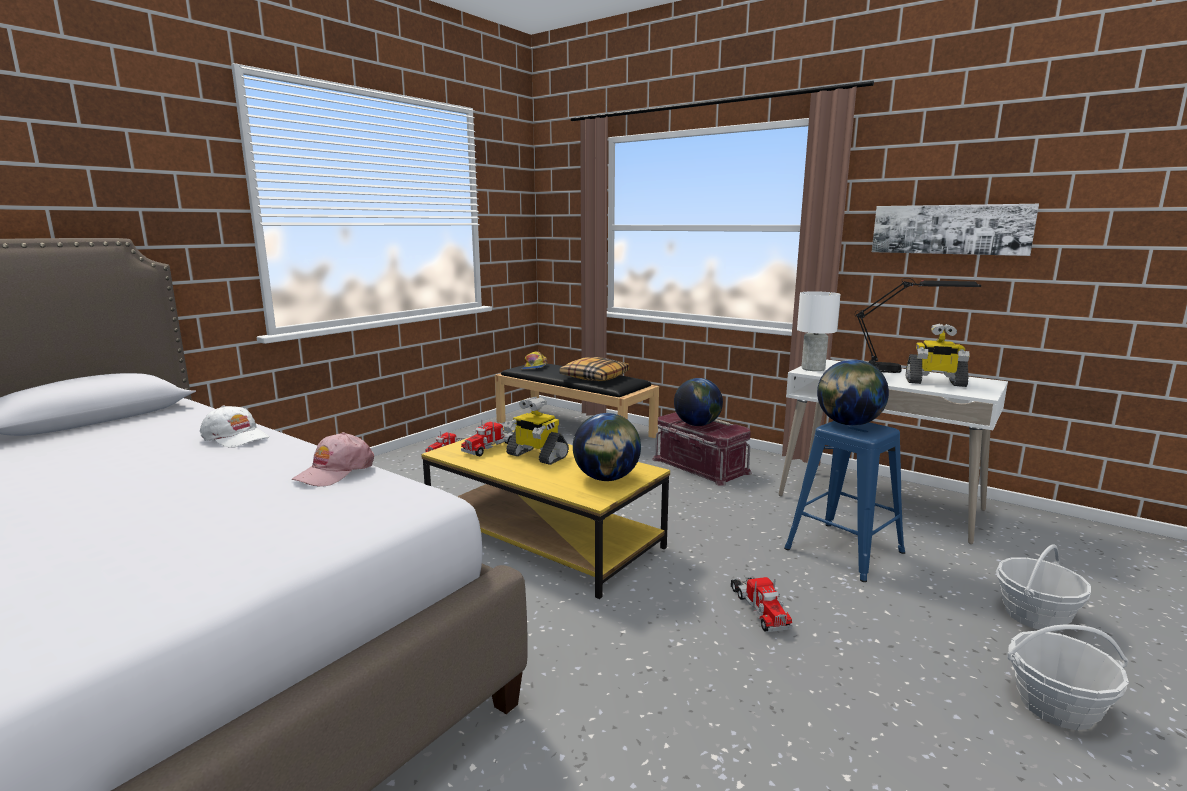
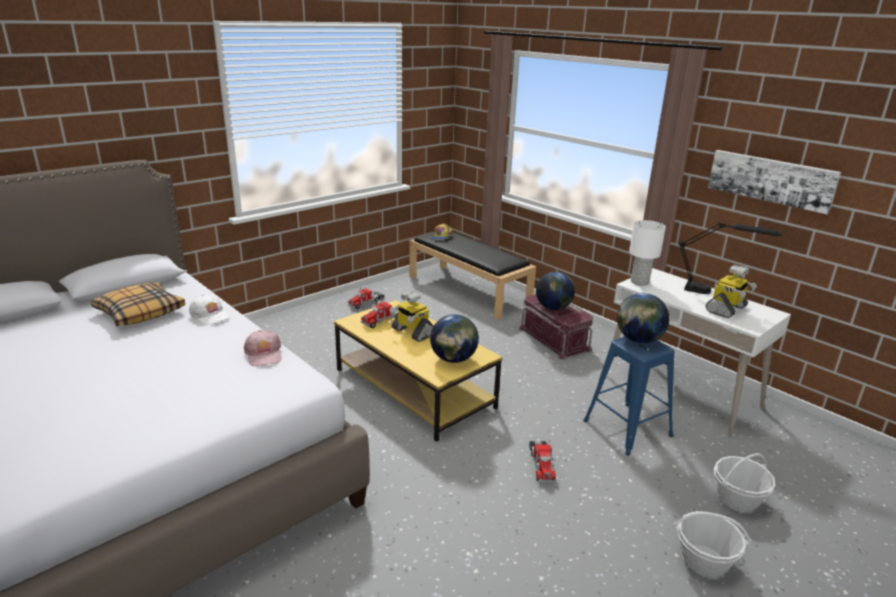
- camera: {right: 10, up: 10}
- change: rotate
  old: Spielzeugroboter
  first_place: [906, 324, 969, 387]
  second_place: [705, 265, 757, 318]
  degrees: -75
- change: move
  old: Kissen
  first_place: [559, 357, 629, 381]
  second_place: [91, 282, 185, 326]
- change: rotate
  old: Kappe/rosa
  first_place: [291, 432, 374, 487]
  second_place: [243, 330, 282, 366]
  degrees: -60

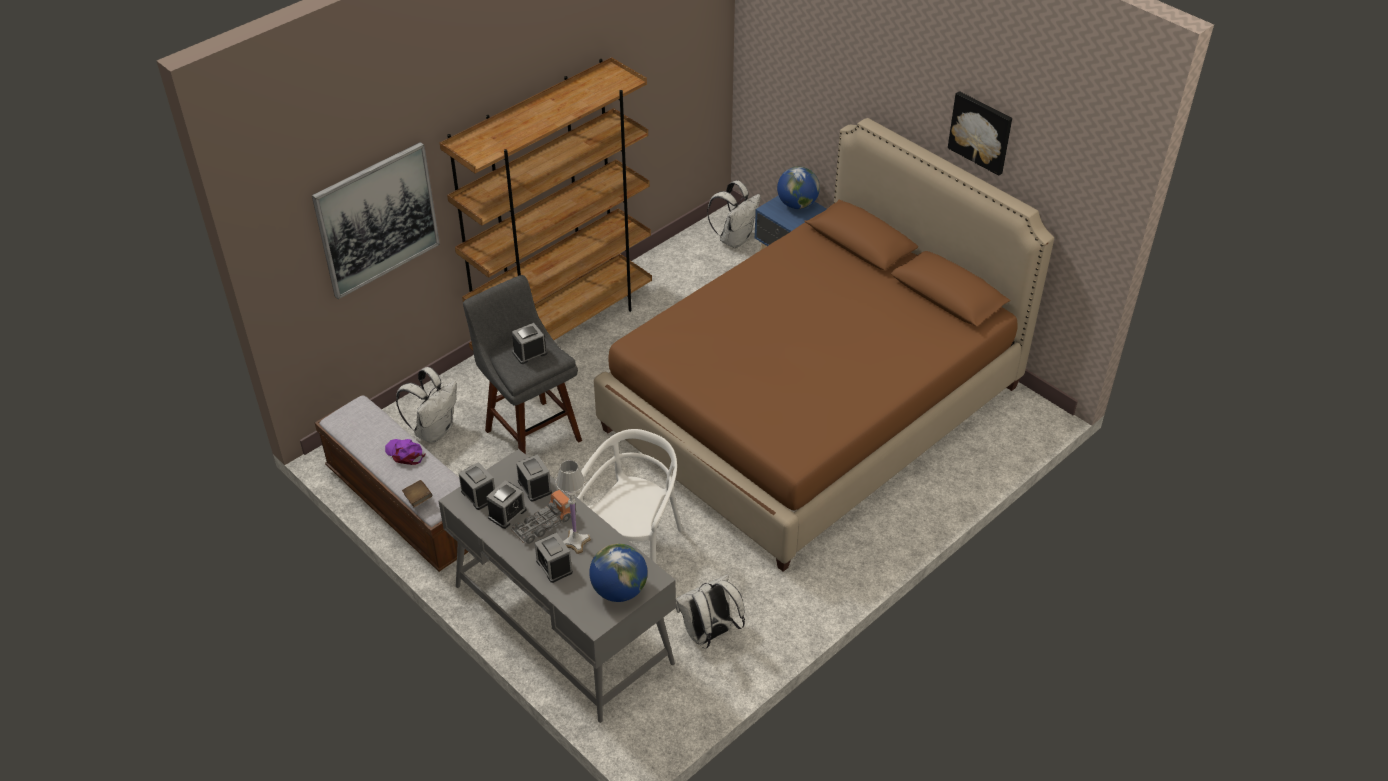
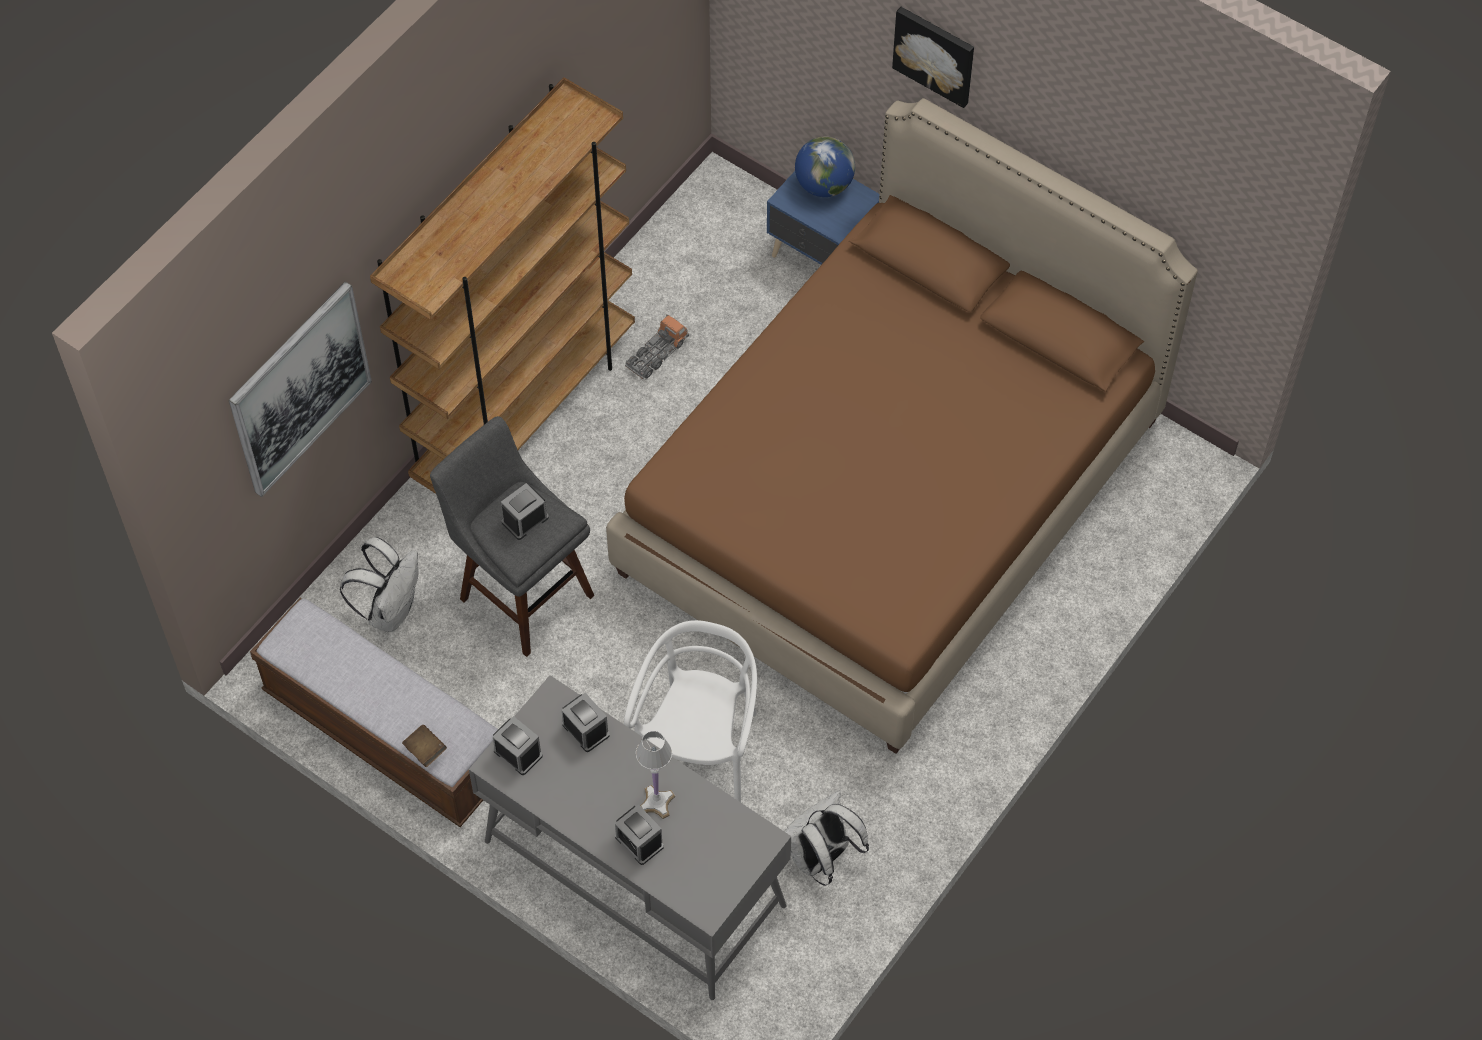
- camera: {right: -10, up: 15}
- change: move
  old: Bild
  first_place: [948, 91, 1012, 176]
  second_place: [892, 7, 974, 108]
- change: delete
  old: Rucksack/weiß
  first_place: [707, 180, 761, 248]
- change: delete
  old: Kappe/lila
  first_place: [385, 439, 426, 465]
- change: delete
  old: Wecker
  first_place: [486, 480, 527, 529]
- change: move
  old: Spielzeuglaster
  first_place: [511, 489, 577, 544]
  second_place: [625, 314, 689, 379]
- change: delete
  old: Globus
  first_place: [589, 543, 648, 602]

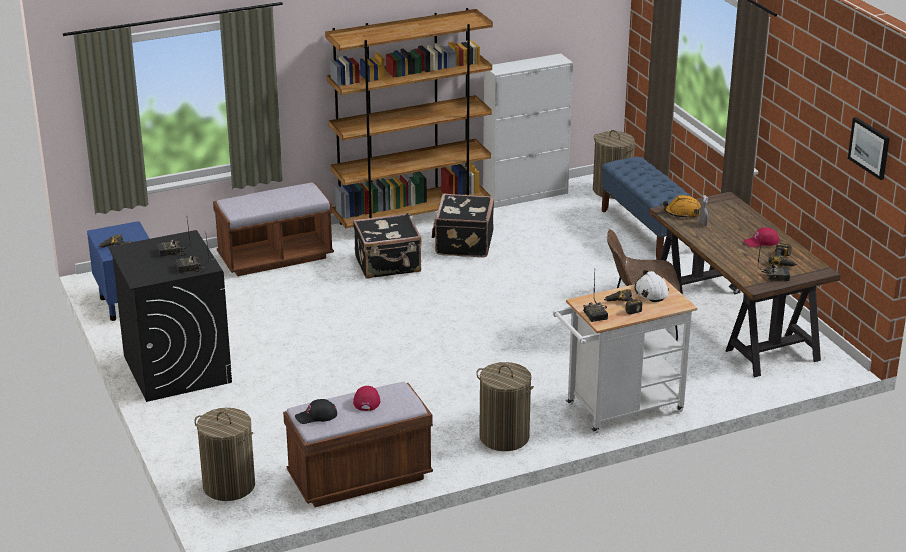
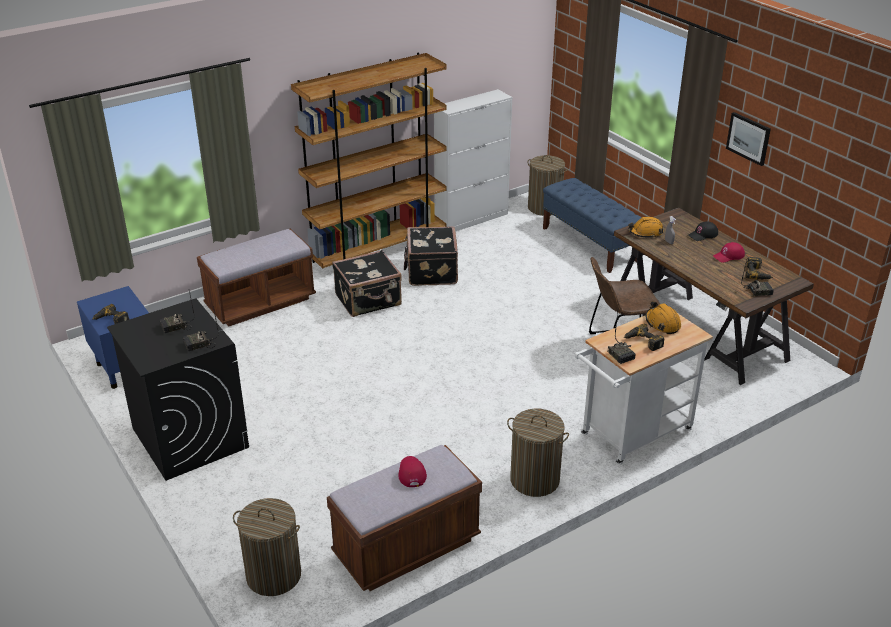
- camera: {right: -10, up: 5}
- change: move
  old: Bild
  first_place: [848, 117, 890, 180]
  second_place: [726, 112, 771, 166]
- change: recolor
  old: Schutzhelm/weiß
  new: Schutzhelm/orange
  first_place: [635, 270, 669, 302]
  second_place: [646, 301, 681, 334]
- change: move
  old: Kappe/schwarz
  first_place: [295, 399, 337, 424]
  second_place: [688, 221, 718, 241]

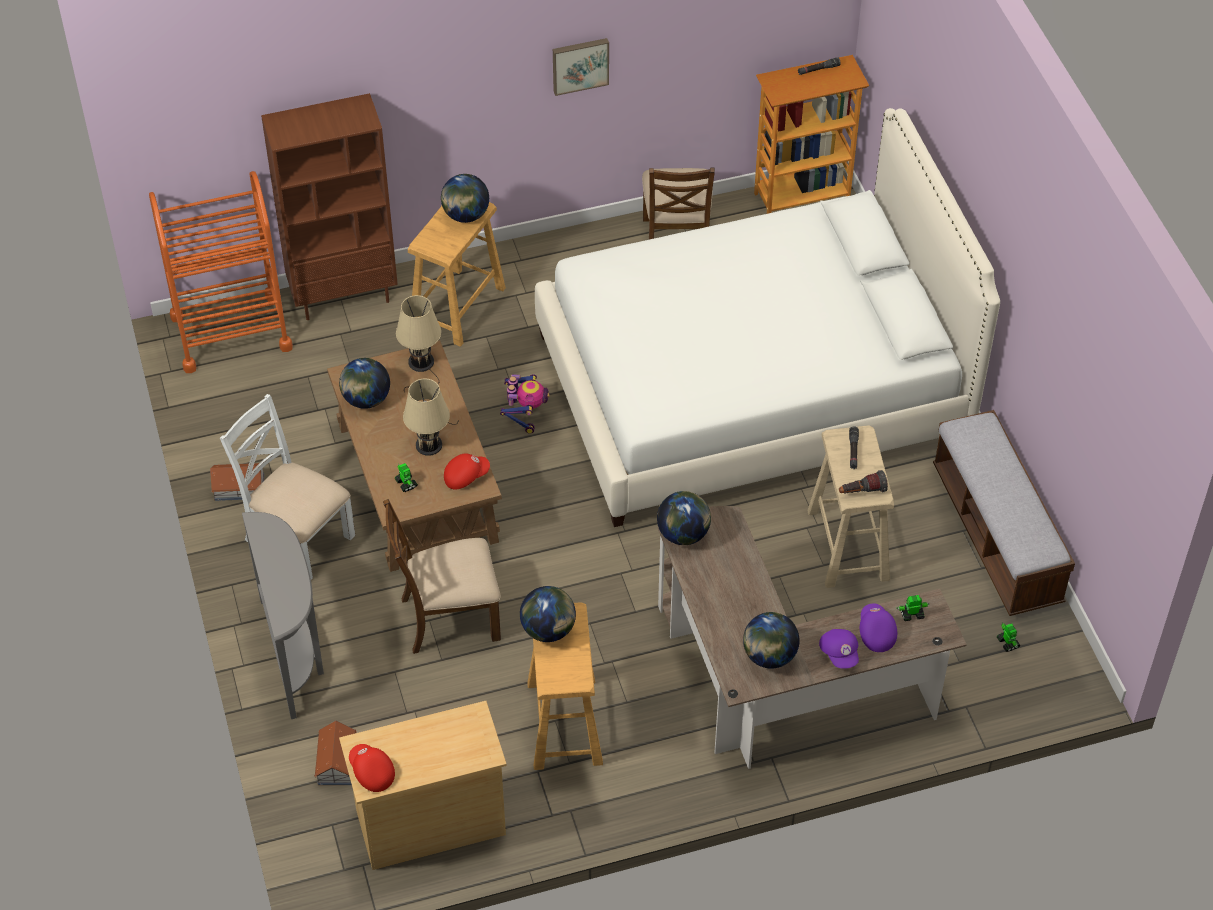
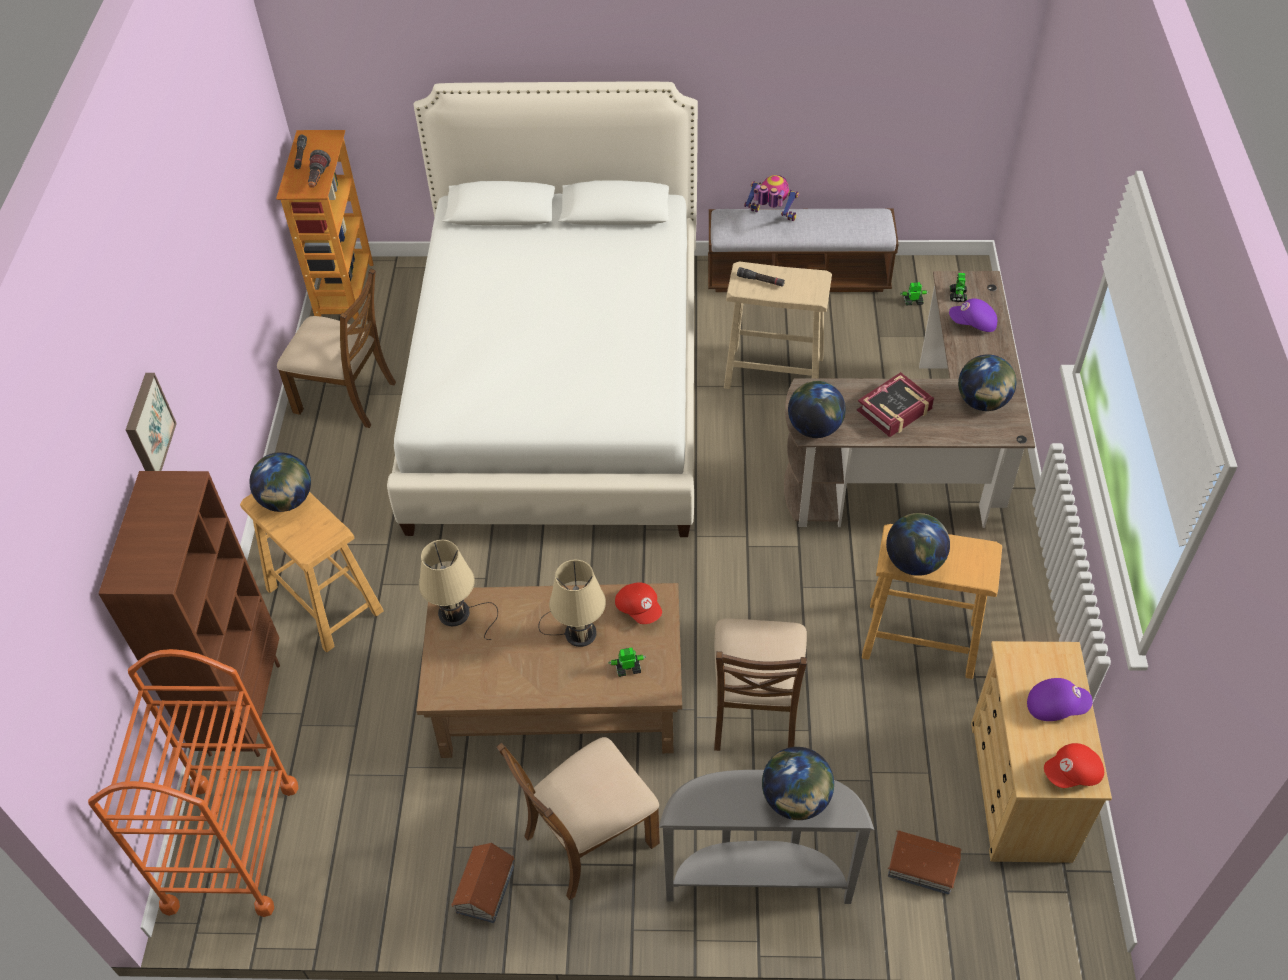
- camera: {right: -70, up: 0}
- change: move
  old: Bild
  first_place: [553, 38, 609, 96]
  second_place: [126, 373, 177, 471]
- change: move
  old: Globus
  first_place: [339, 358, 390, 409]
  second_place: [762, 747, 834, 820]
- change: move
  old: Spielzeugroboter
  first_place: [500, 374, 550, 434]
  second_place: [744, 175, 799, 221]
- change: recolor
  old: Stuhl/weiß
  new: Stuhl/braun
  first_place: [220, 394, 355, 579]
  second_place: [496, 737, 660, 900]
- change: rotate
  old: Kappe/rot
  first_place: [444, 454, 490, 489]
  second_place: [615, 582, 662, 624]
  degrees: 150
- change: move
  old: Taschenlampe
  first_place: [839, 470, 888, 494]
  second_place: [308, 150, 331, 188]
- change: move
  old: Kappe/lila
  first_place: [819, 629, 859, 669]
  second_place: [1027, 678, 1093, 721]
- change: insert
  new: Buch
  second_place: [857, 372, 934, 437]

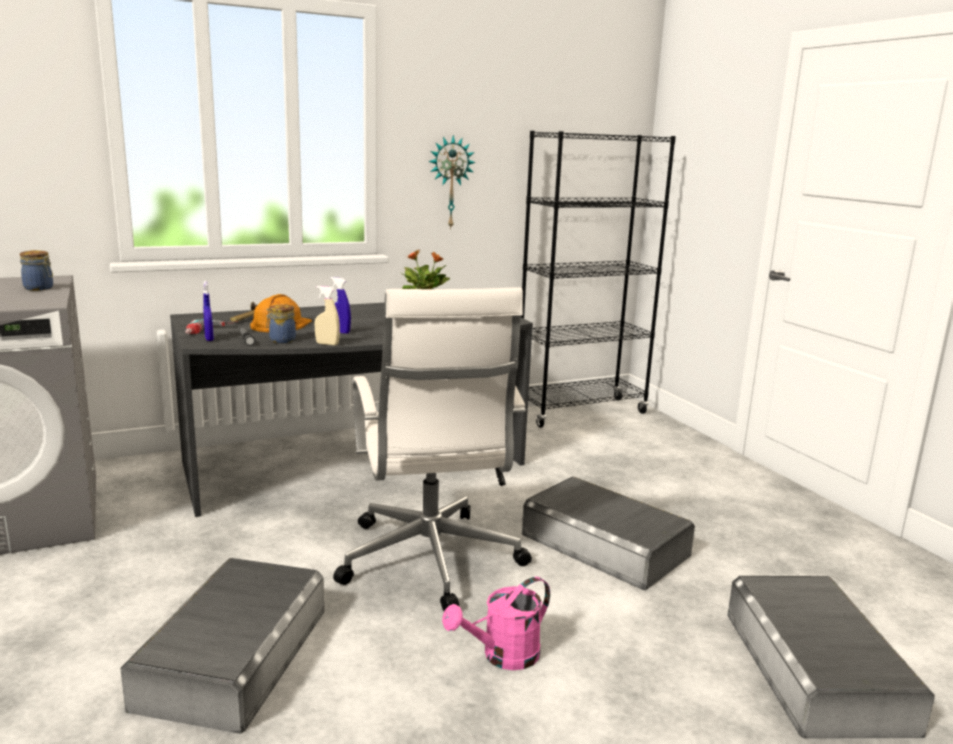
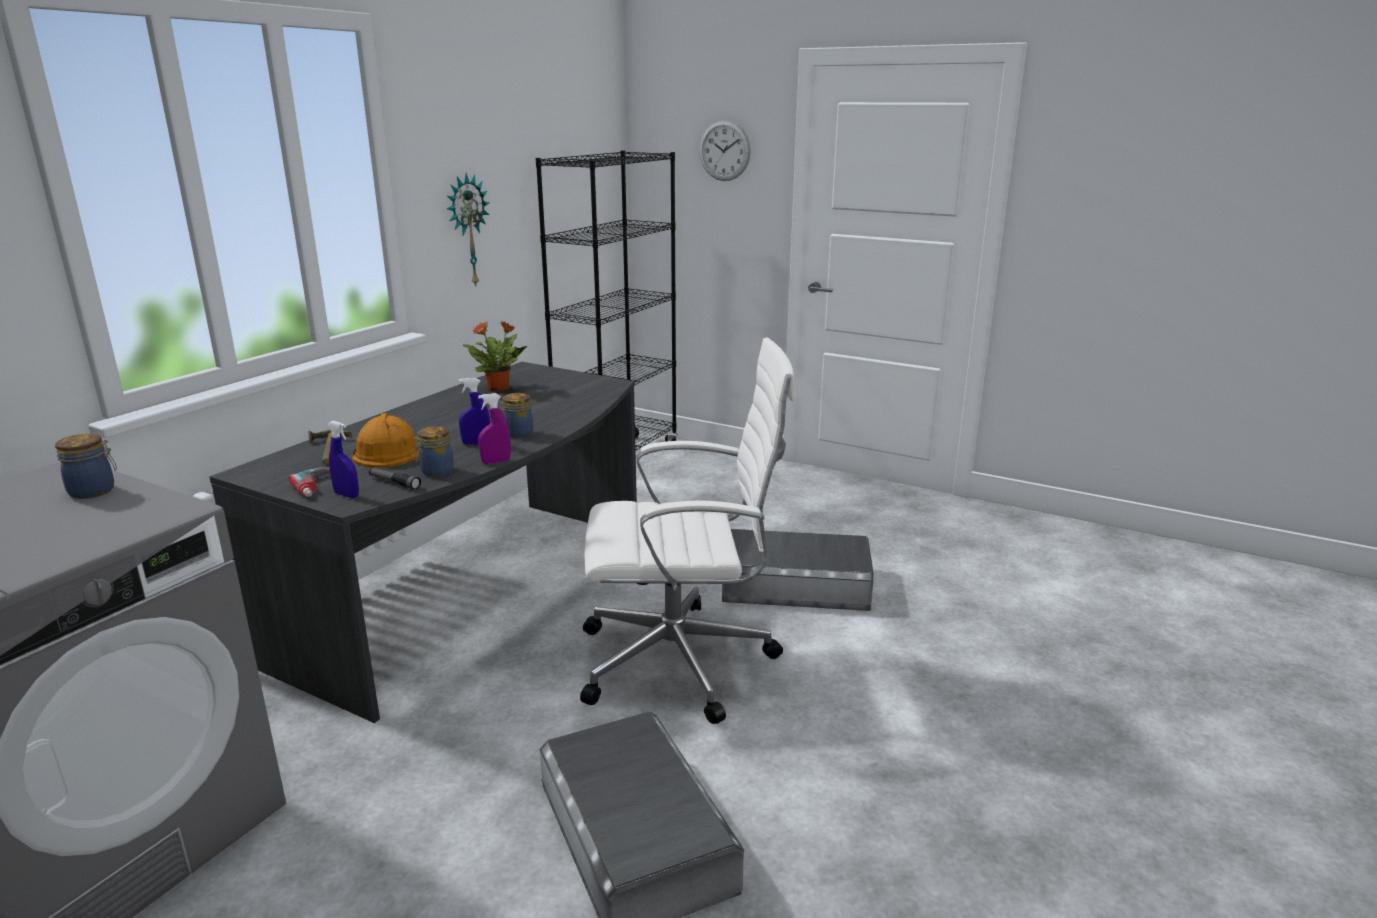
- camera: {right: -35, up: 5}
- change: recolor
  old: Sprühflasche/beige
  new: Sprühflasche/lila
  first_place: [314, 286, 340, 345]
  second_place: [478, 393, 511, 464]
- change: rotate
  old: Bürostuhl/weiß
  first_place: [333, 287, 532, 611]
  second_place: [580, 337, 795, 724]
  degrees: -45
- change: delete
  old: Aufbewahrungsbox/grau
  first_place: [727, 576, 935, 739]
- change: delete
  old: Gießkanne/rosa
  first_place: [442, 577, 550, 670]
- change: insert
  new: Wanduhr
  second_place: [699, 120, 751, 181]
- change: insert
  new: Vorratsglas
  second_place: [499, 393, 533, 438]

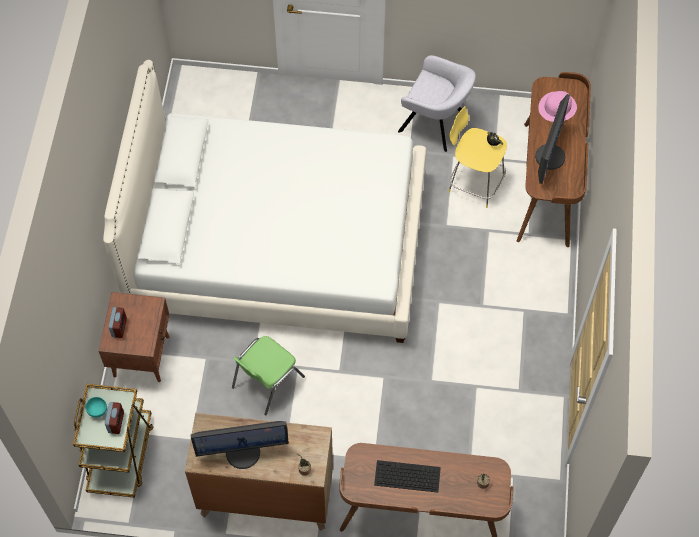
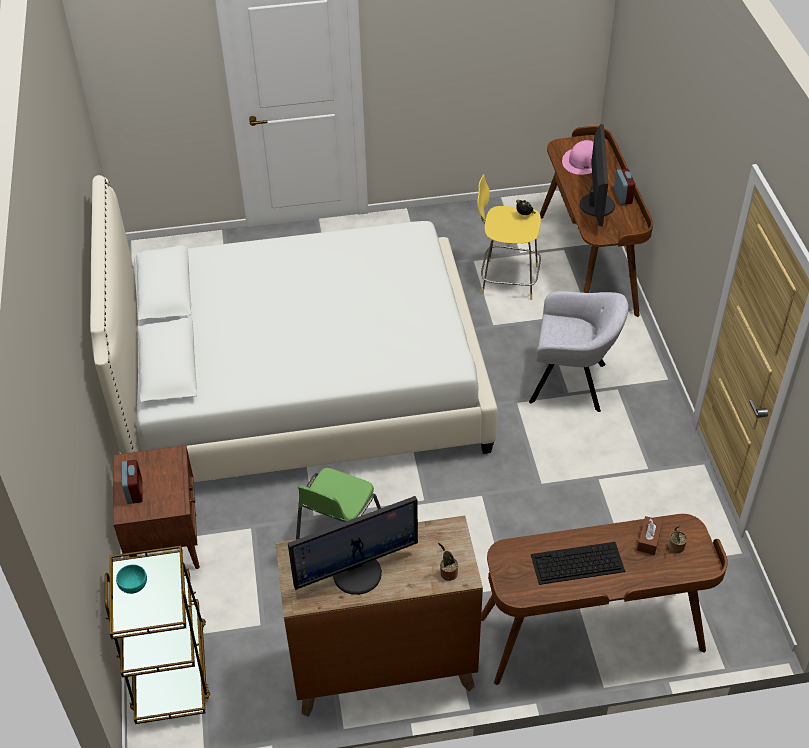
- camera: {right: -15, up: -15}
- change: move
  old: Sessel/grau
  first_place: [398, 55, 476, 152]
  second_place: [529, 291, 629, 412]
- change: move
  old: Wecker
  first_place: [105, 402, 124, 434]
  second_place: [614, 169, 635, 205]
- change: insert
  new: Taschentuchbox/braun
  second_place: [637, 516, 663, 555]

